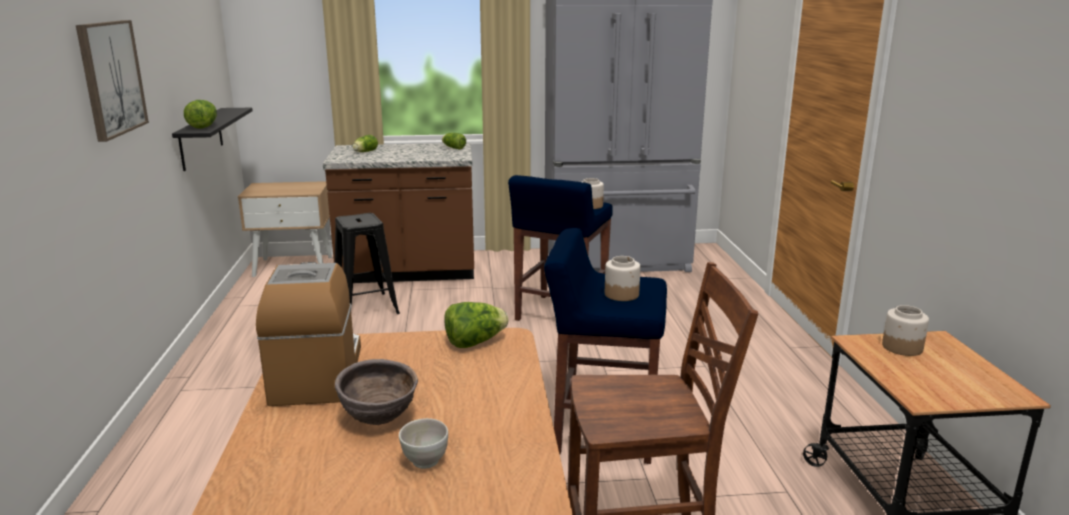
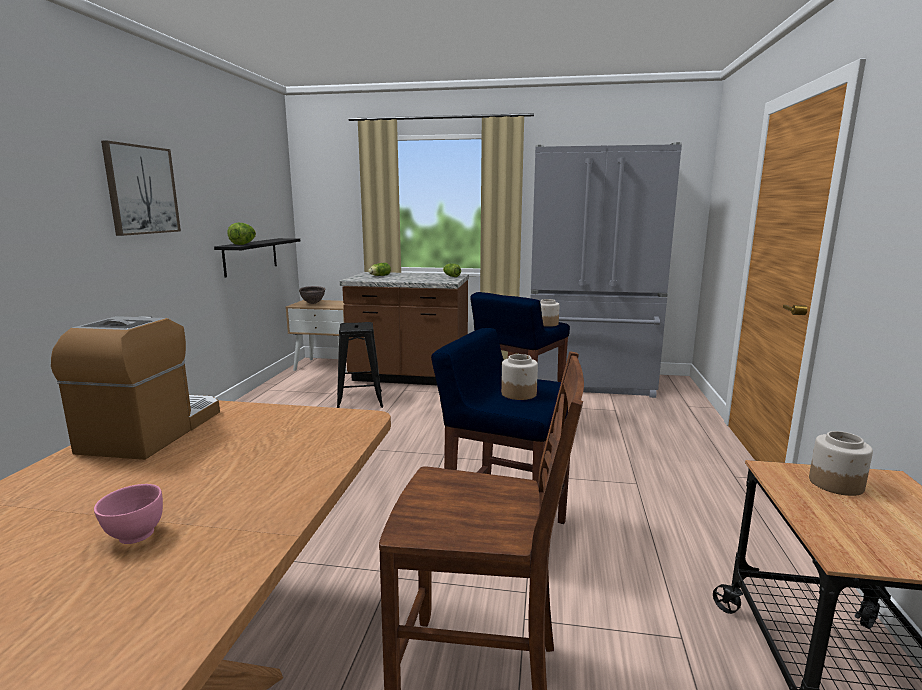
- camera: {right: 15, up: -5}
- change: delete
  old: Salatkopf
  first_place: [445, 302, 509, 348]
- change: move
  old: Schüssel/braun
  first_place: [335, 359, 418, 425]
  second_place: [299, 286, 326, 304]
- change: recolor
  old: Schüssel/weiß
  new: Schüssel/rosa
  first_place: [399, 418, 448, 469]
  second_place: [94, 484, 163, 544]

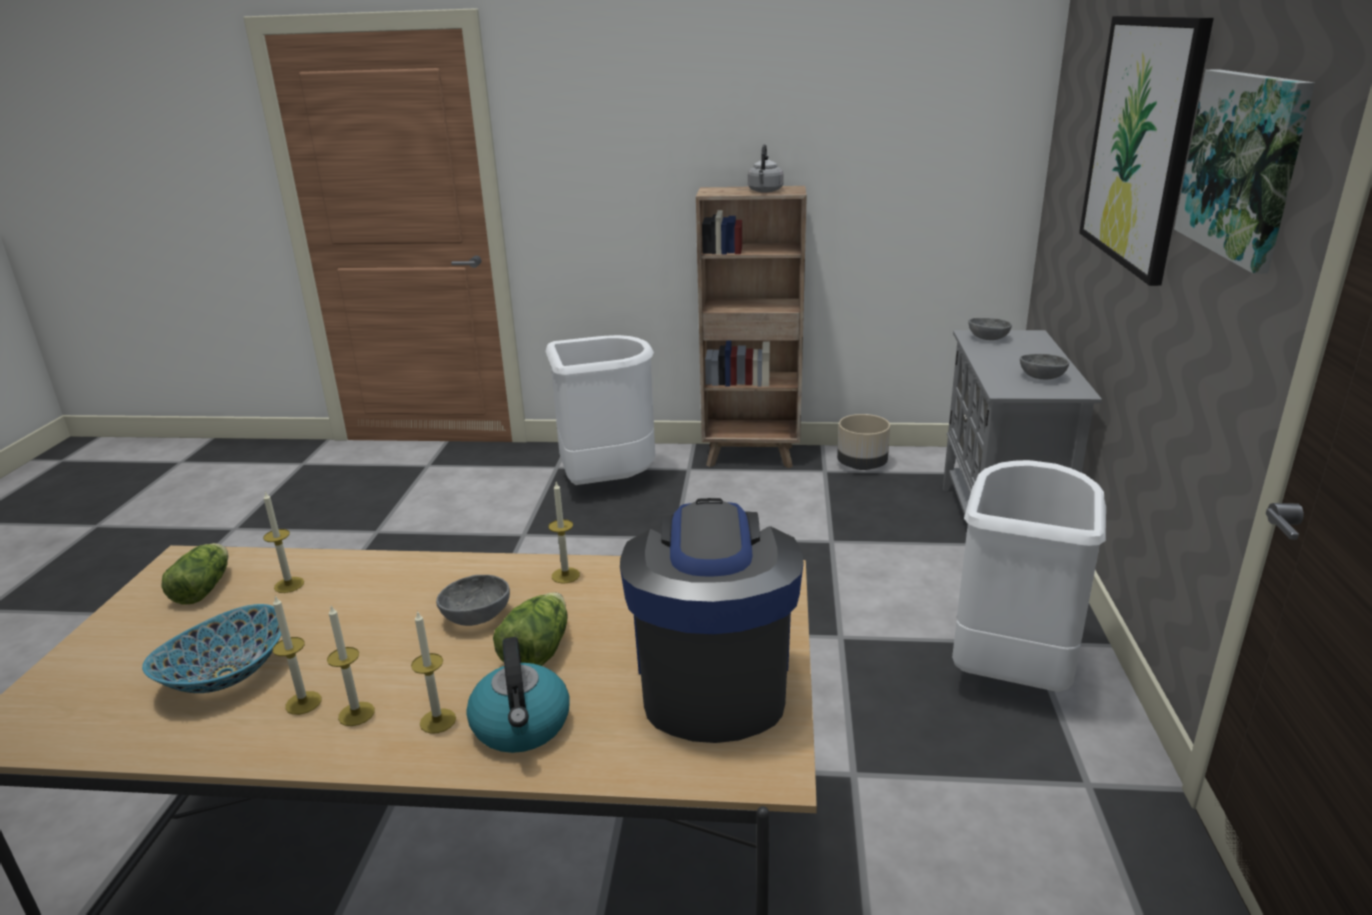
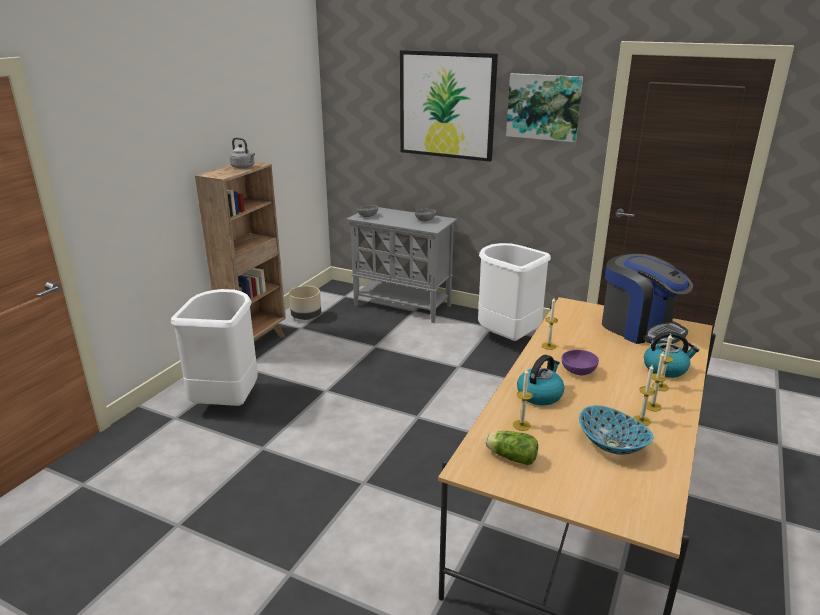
- camera: {right: -70, up: 0}
- change: rotate
  old: Kaffeemaschine
  first_place: [620, 498, 804, 743]
  second_place: [602, 254, 693, 344]
  degrees: -150
- change: recolor
  old: Schüssel/grau
  new: Schüssel/lila
  first_place: [436, 575, 510, 626]
  second_place: [562, 350, 599, 375]
- change: delete
  old: Salatkopf
  first_place: [493, 592, 568, 666]
- change: insert
  new: Wasserkessel
  second_place: [517, 355, 565, 405]

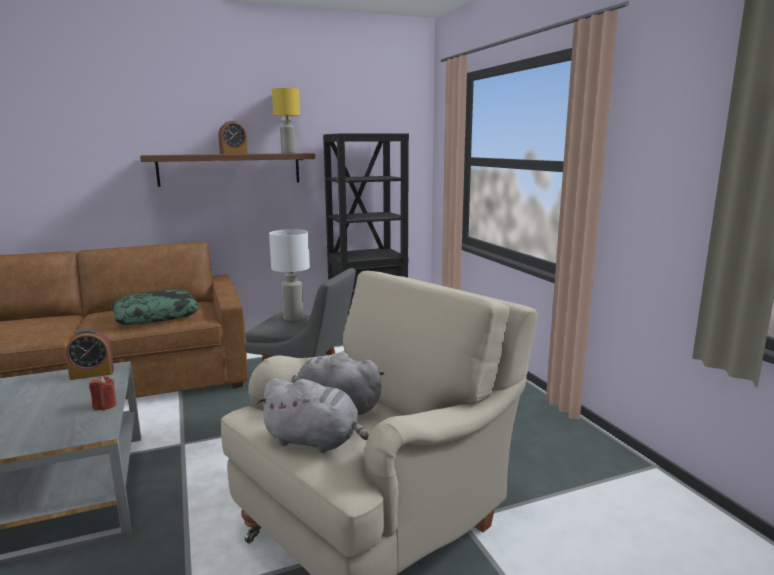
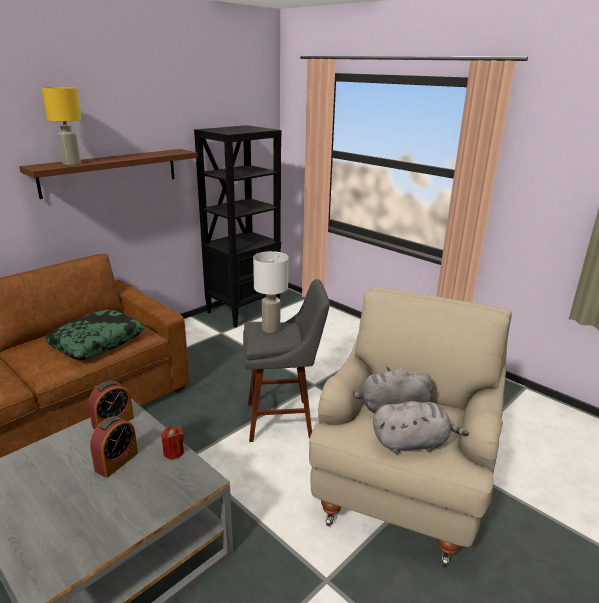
- camera: {right: -25, up: 10}
- change: move
  old: Tischlampe/gelb
  first_place: [272, 88, 300, 153]
  second_place: [42, 87, 81, 165]
- change: move
  old: Wecker
  first_place: [218, 121, 248, 154]
  second_place: [90, 416, 138, 478]

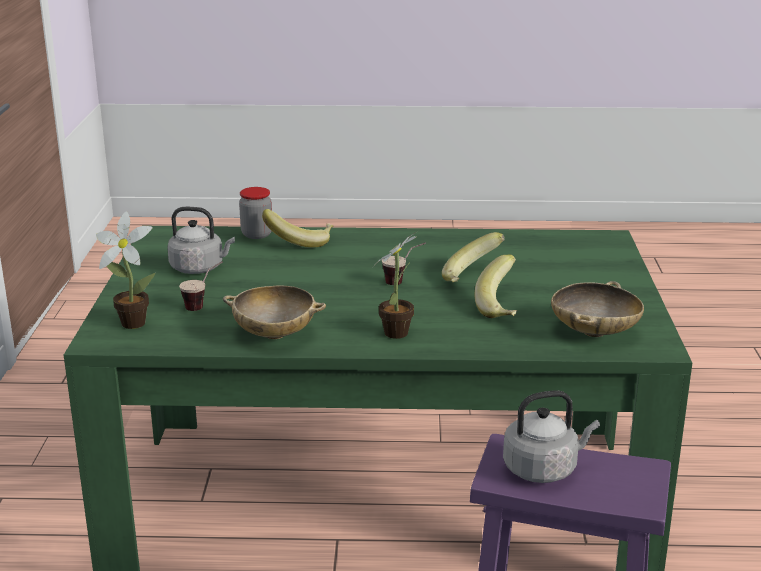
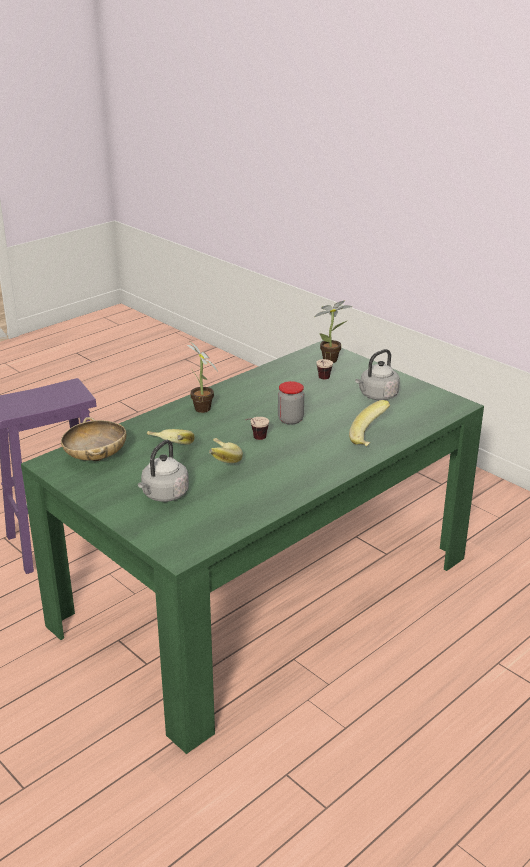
- camera: {right: 135, up: 5}
- change: move
  old: Vorratsglas
  first_place: [239, 187, 272, 239]
  second_place: [278, 381, 304, 425]
- change: delete
  old: Schüssel/beige
  first_place: [223, 286, 326, 339]
- change: move
  old: Wasserkessel/grau
  first_place: [503, 390, 600, 483]
  second_place: [138, 440, 189, 502]

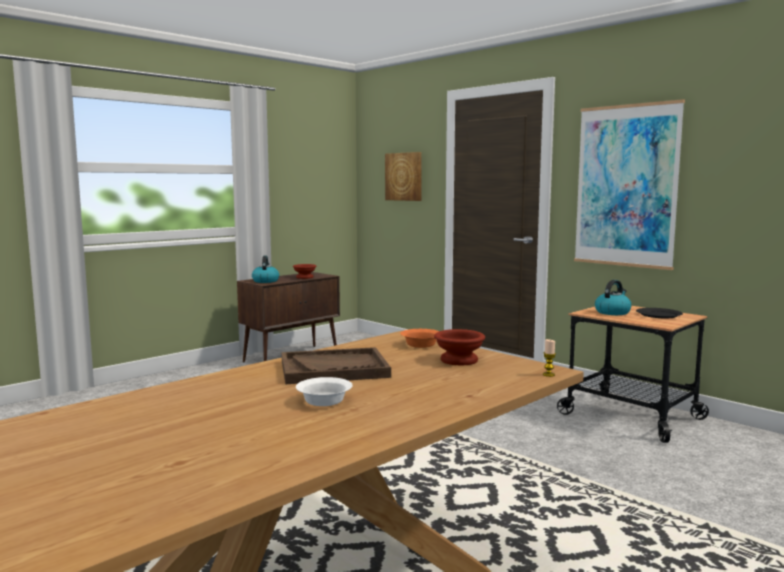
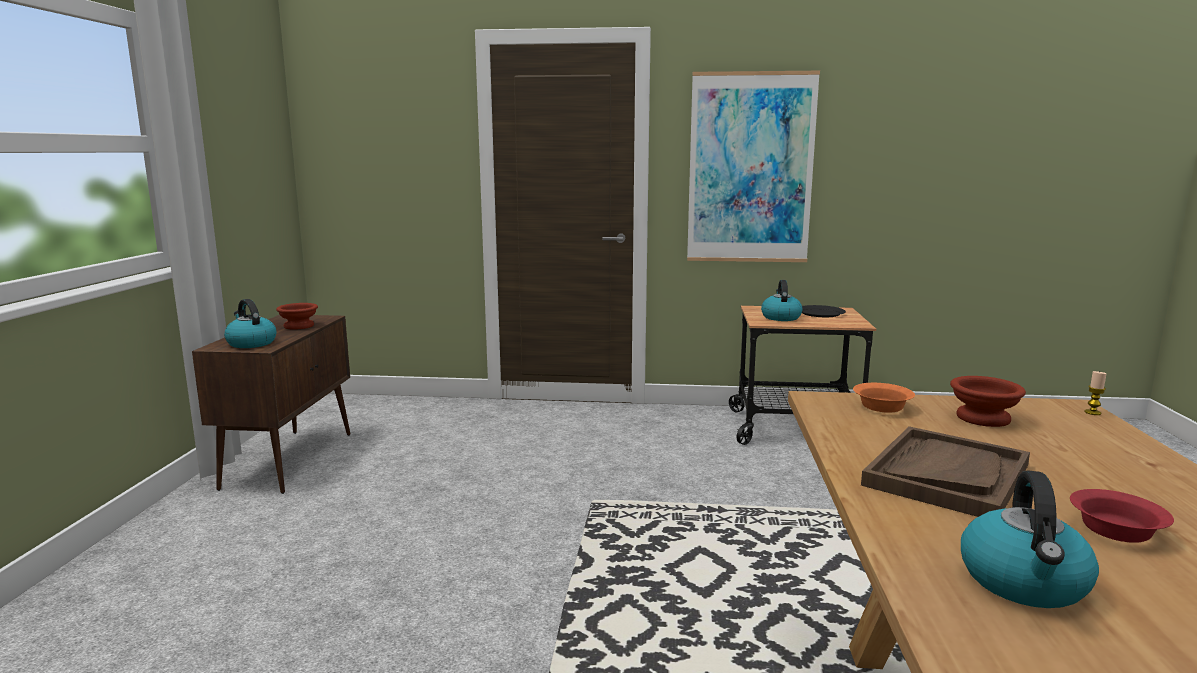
- camera: {right: -40, up: 5}
- change: delete
  old: Bild
  first_place: [385, 152, 422, 201]
- change: recolor
  old: Schüssel/weiß
  new: Schüssel/rot
  first_place: [296, 377, 353, 406]
  second_place: [1070, 489, 1174, 543]
- change: insert
  new: Wasserkessel
  second_place: [961, 470, 1099, 608]

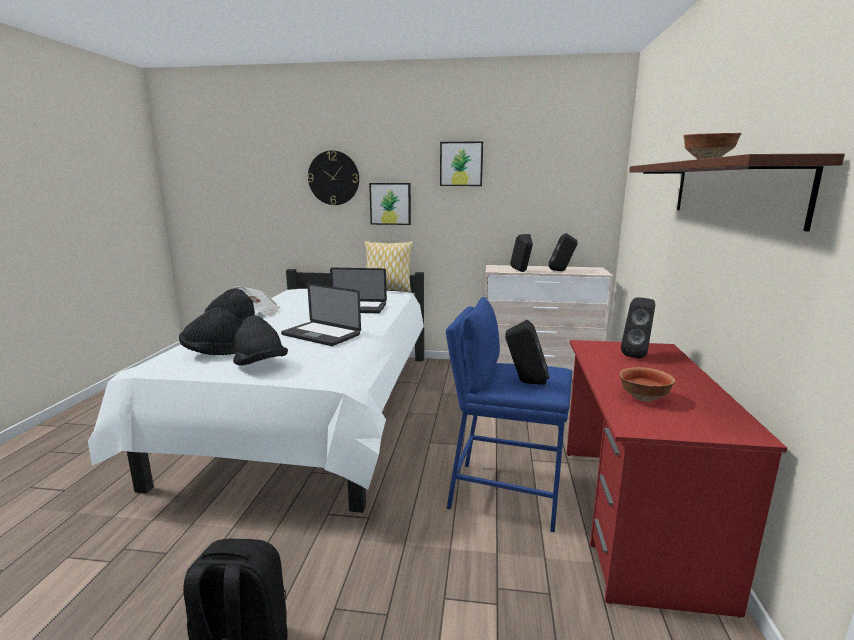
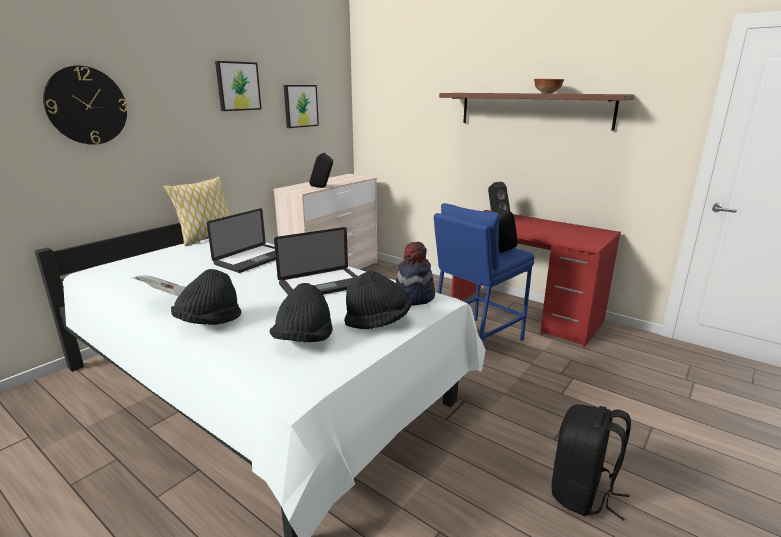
- camera: {right: -60, up: 5}
- change: move
  old: Bild
  first_place: [369, 183, 411, 225]
  second_place: [284, 85, 319, 128]
- change: delete
  old: Lautsprecher/schwarz
  first_place: [549, 233, 578, 271]
- change: delete
  old: Schüssel
  first_place: [620, 367, 675, 402]
- change: insert
  new: Hut
  second_place: [396, 242, 435, 306]

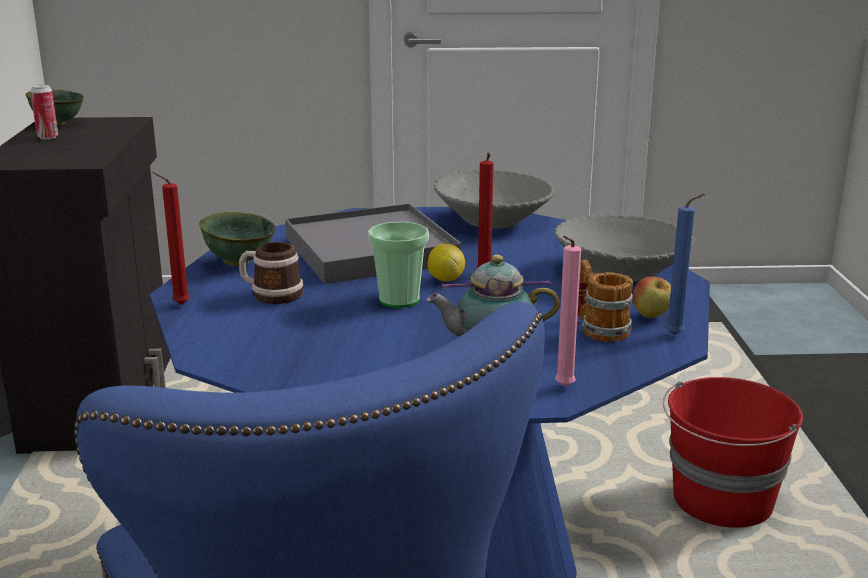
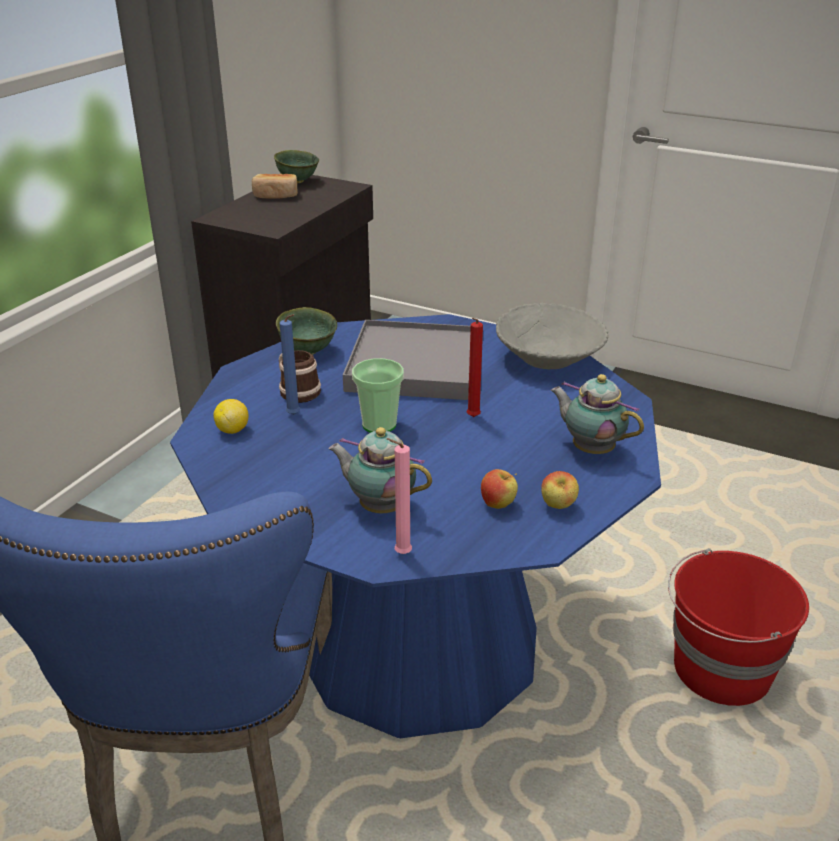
- camera: {right: 30, up: 10}
- change: replace
  old: Dose
  new: Brot
  first_place: [30, 84, 58, 139]
  second_place: [252, 174, 298, 199]
- change: delete
  old: Kerze/rot
  first_place: [152, 172, 190, 305]
- change: move
  old: Kerze/blau
  first_place: [666, 194, 705, 335]
  second_place: [280, 314, 300, 415]
- change: replace
  old: Schüssel/grau
  new: Teekanne
  first_place: [555, 214, 695, 282]
  second_place: [551, 374, 644, 454]
- change: move
  old: Zitrone
  first_place: [428, 243, 465, 282]
  second_place: [214, 399, 248, 434]
- change: replace
  old: Henkelbecher
  new: Apfel
  first_place: [578, 259, 633, 342]
  second_place: [481, 469, 518, 509]

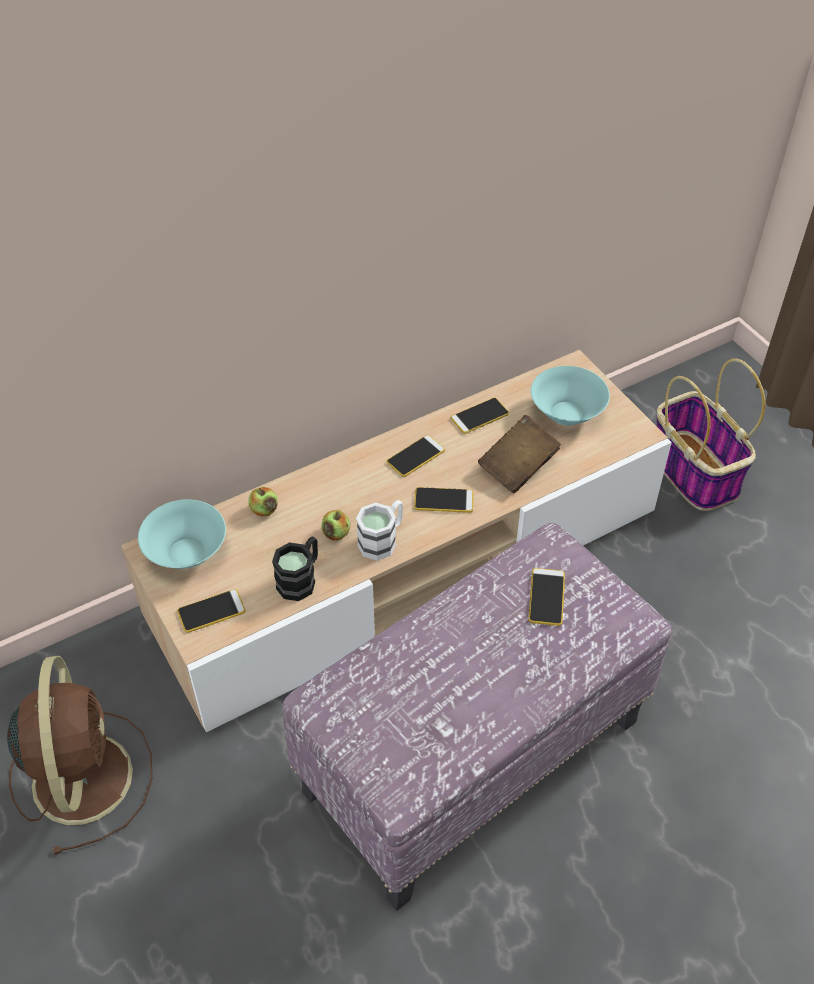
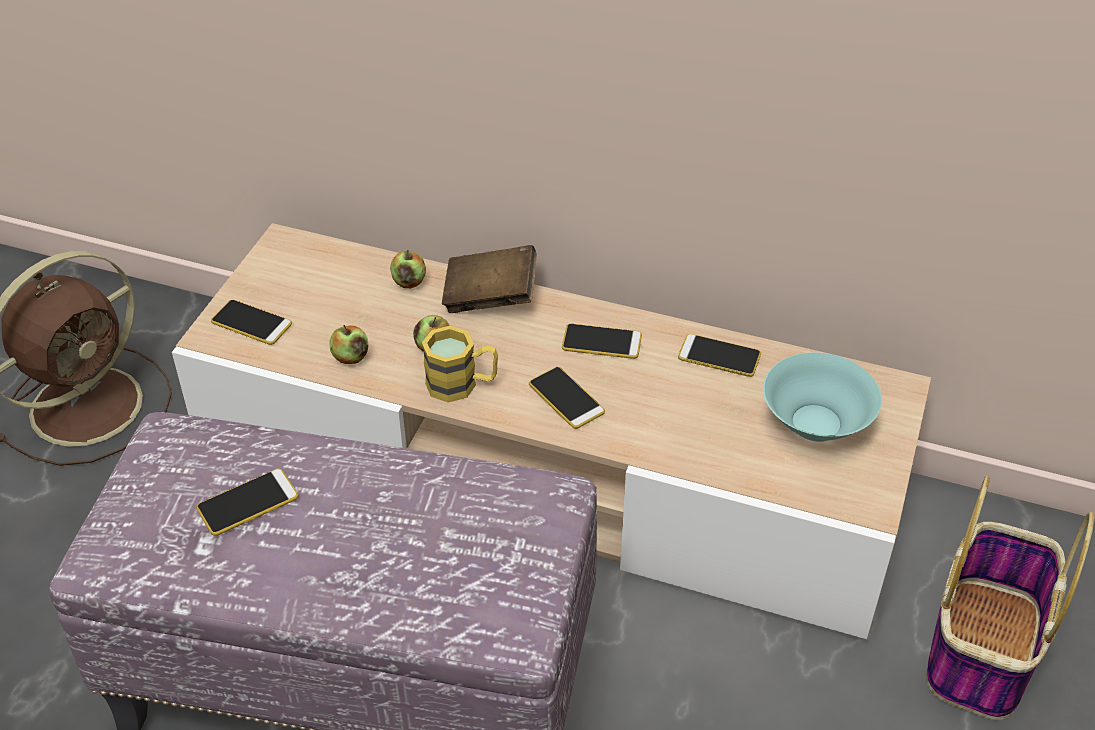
- camera: {right: 50, up: -5}
- change: move
  old: Buch/braun
  first_place: [478, 415, 561, 493]
  second_place: [442, 245, 537, 313]
- change: delete
  old: Schüssel/türkis
  first_place: [138, 499, 226, 569]
- change: recolor
  old: Henkelbecher/weiß
  new: Henkelbecher/gelb
  first_place: [356, 500, 403, 561]
  second_place: [422, 326, 498, 403]
- change: replace
  old: Henkelbecher/schwarz
  new: Apfel
  first_place: [272, 537, 318, 601]
  second_place: [329, 325, 368, 364]
- change: move
  old: Handy
  first_place: [528, 568, 565, 626]
  second_place: [196, 469, 298, 536]

